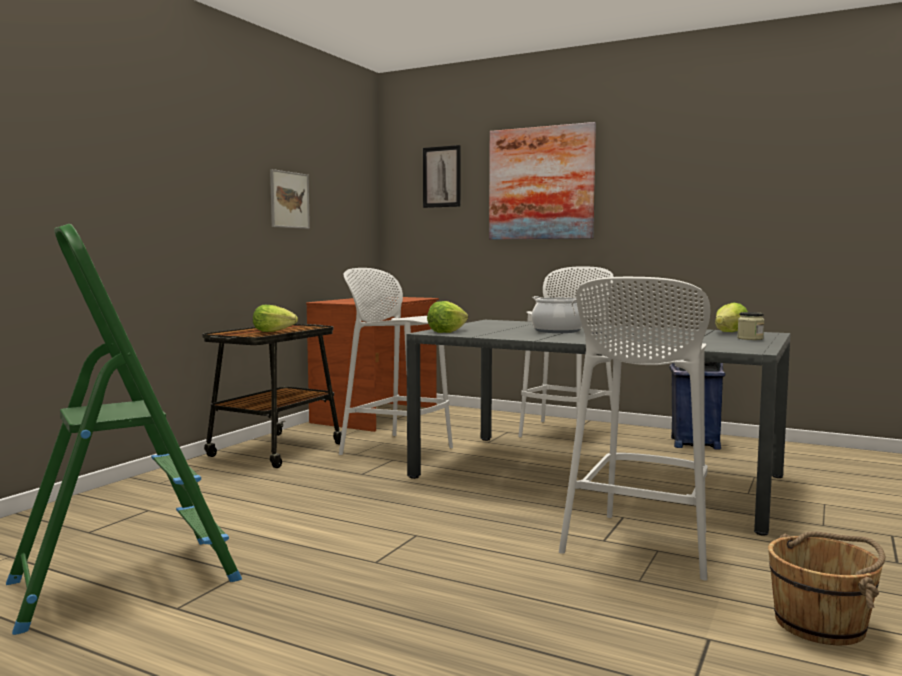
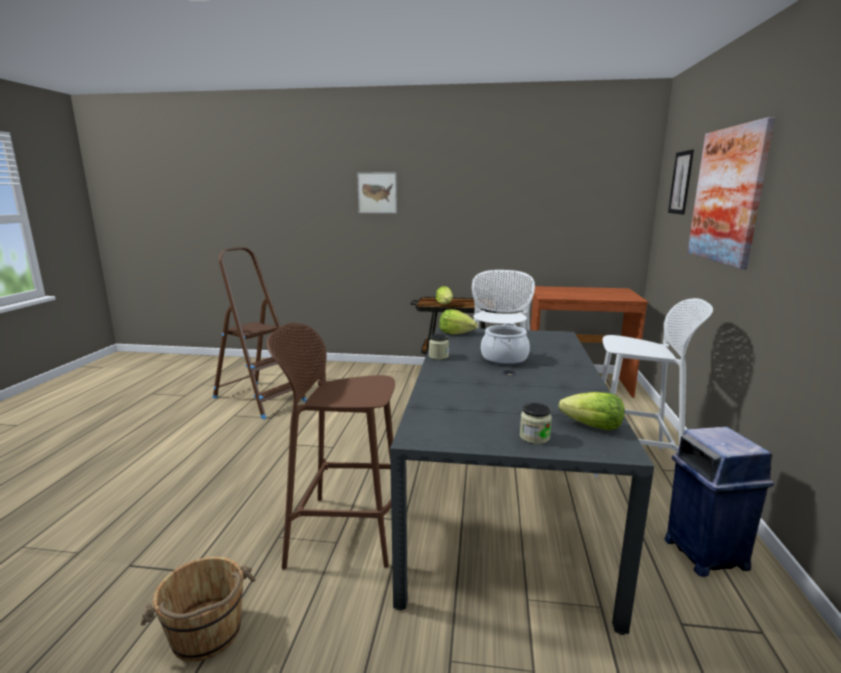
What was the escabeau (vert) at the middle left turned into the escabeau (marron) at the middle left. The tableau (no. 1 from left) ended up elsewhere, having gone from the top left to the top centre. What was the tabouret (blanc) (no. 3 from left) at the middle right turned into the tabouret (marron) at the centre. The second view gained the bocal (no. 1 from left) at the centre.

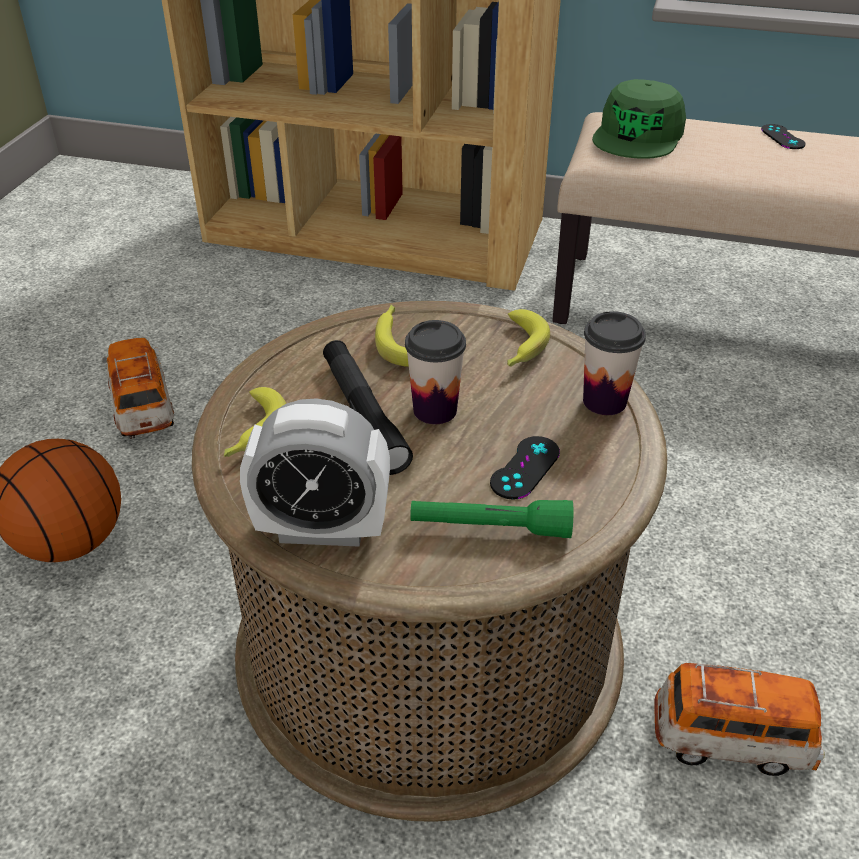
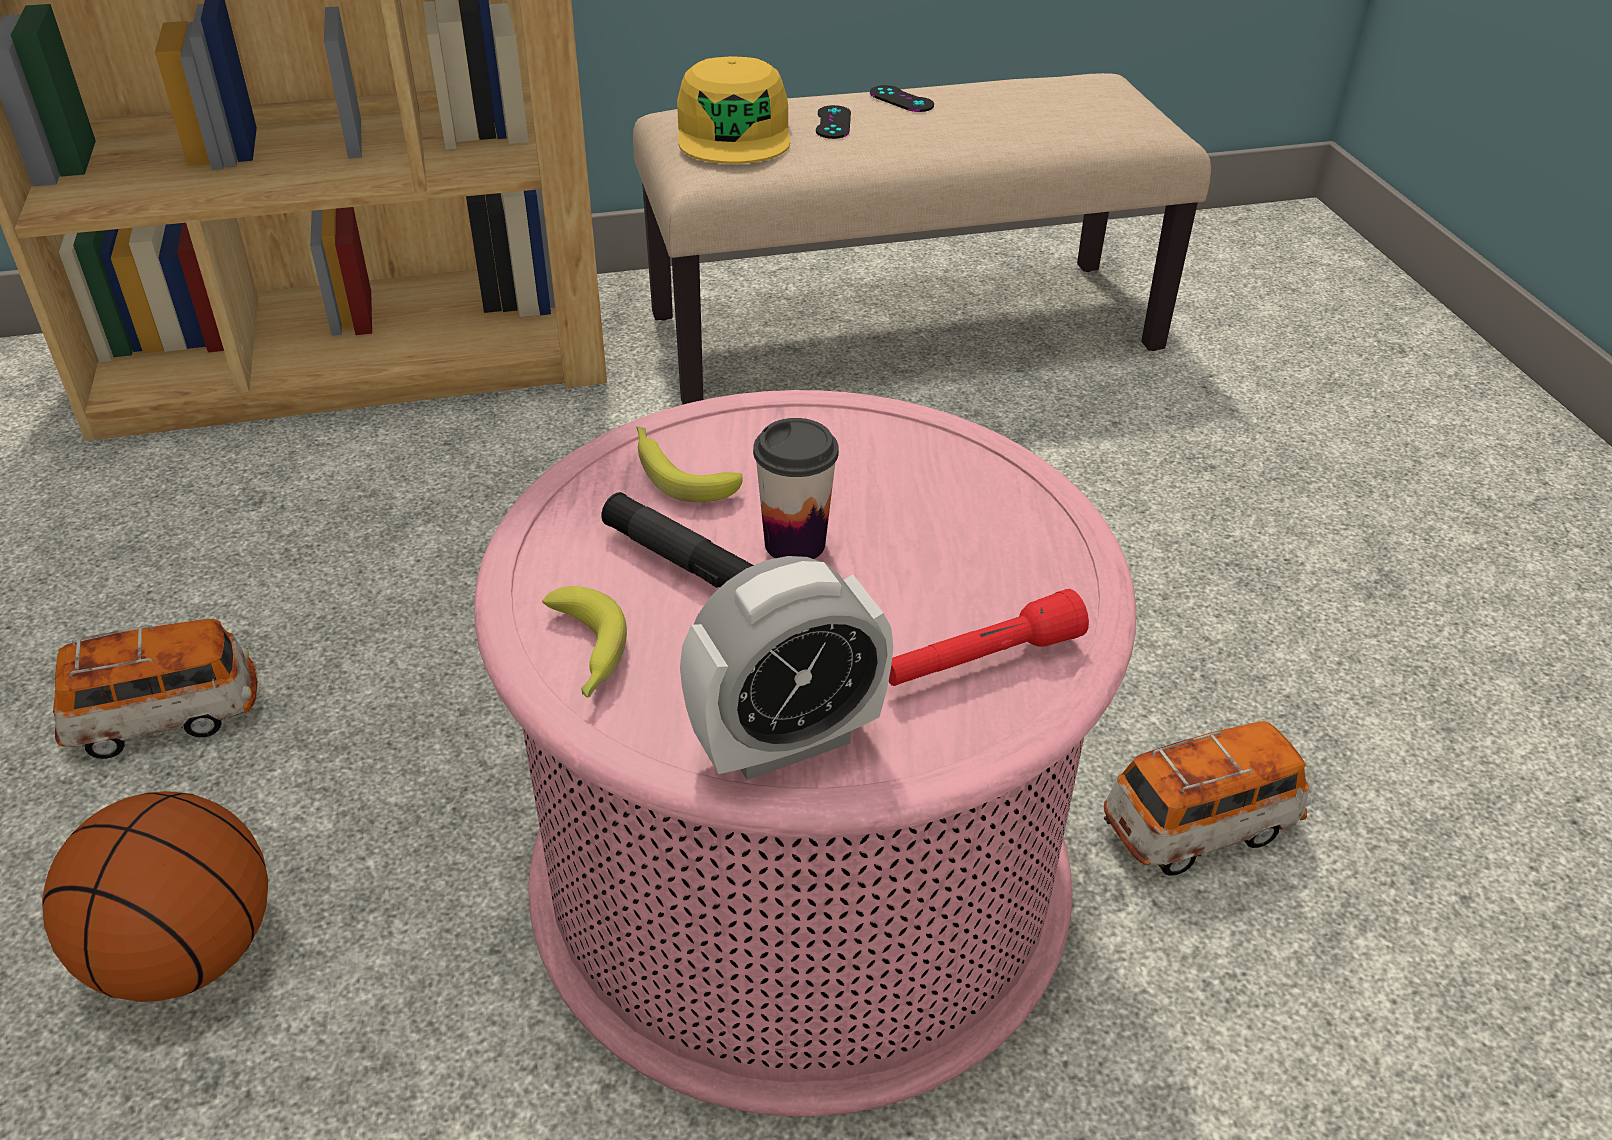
The petite voiture (no. 1 from left) at the middle left ended up facing another way, 120 degrees clockwise from before. What was the table basse (marron) at the centre turned into the table basse (rose) at the centre. What was the lampe de poche (vert) at the centre turned into the lampe de poche (rouge) at the centre. The manette (noir) (no. 1 from left) ended up elsewhere, having gone from the centre to the top centre. The second view lost the banane (no. 3 from left) at the centre. The second view lost the tasse (no. 2 from left) at the middle right. What was the casquette (vert) at the top right turned into the casquette (jaune) at the top centre.

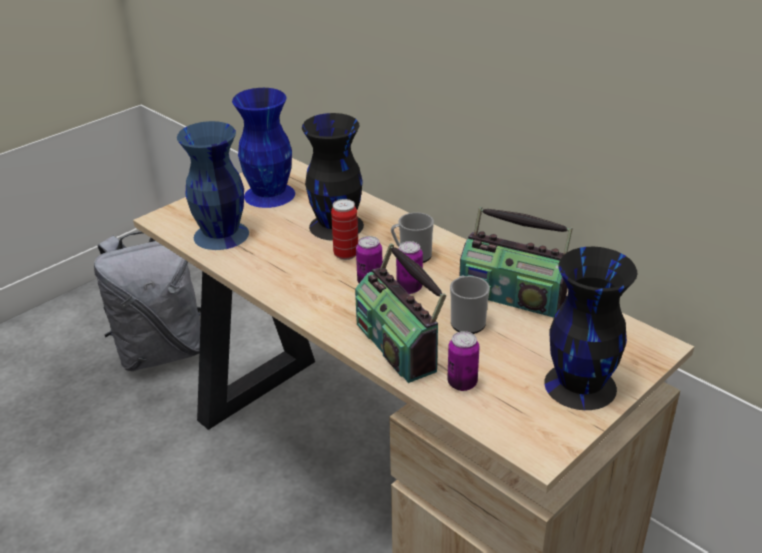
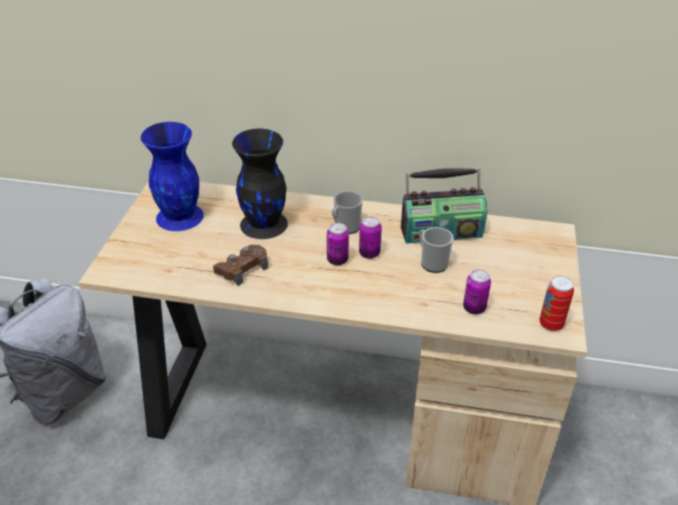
The second view lost the vase (bleu) (no. 1 from left) at the middle left. The boîte métallique (no. 1 from left in the first image) ended up elsewhere, having gone from the centre to the middle right. The second view lost the radio (no. 1 from left) at the centre. The second view lost the vase (noir) (no. 2 from left) at the middle right. The second view gained the manette (marron) at the centre.

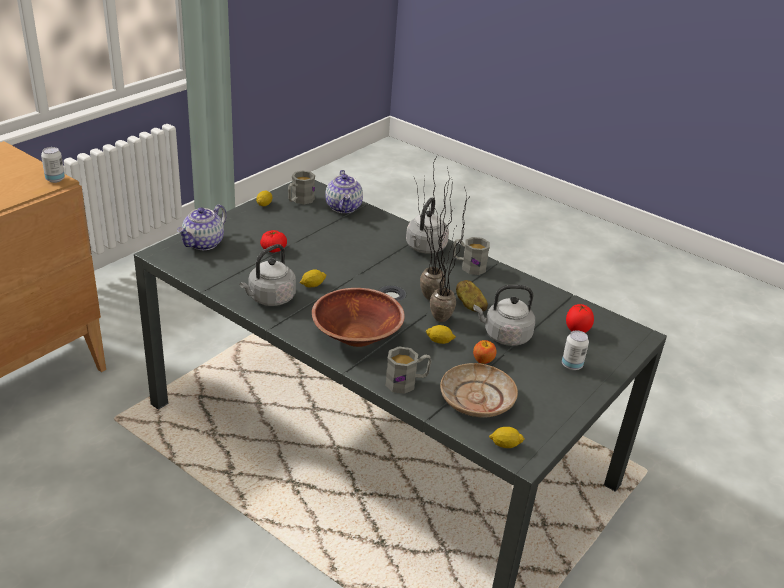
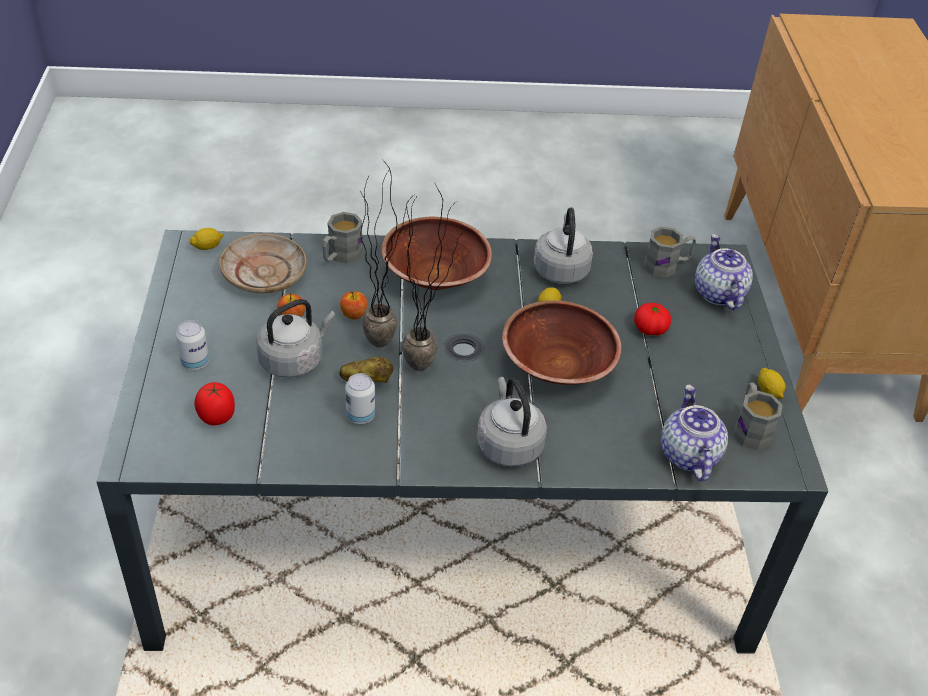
The boîte métallique (no. 1 from left in the first image) ended up elsewhere, having gone from the top left to the centre. The théière (no. 2 from left in the first image) at the top centre ended up facing another way, 45 degrees clockwise from before. Where the citron (no. 3 from left) stood at the centre, the pomme (no. 2 from left) came to stand at the centre. The mug (gris) (no. 3 from left in the first image) ended up elsewhere, having gone from the centre to the middle right. The second view gained the bol (marron) (no. 2 from left) at the centre.

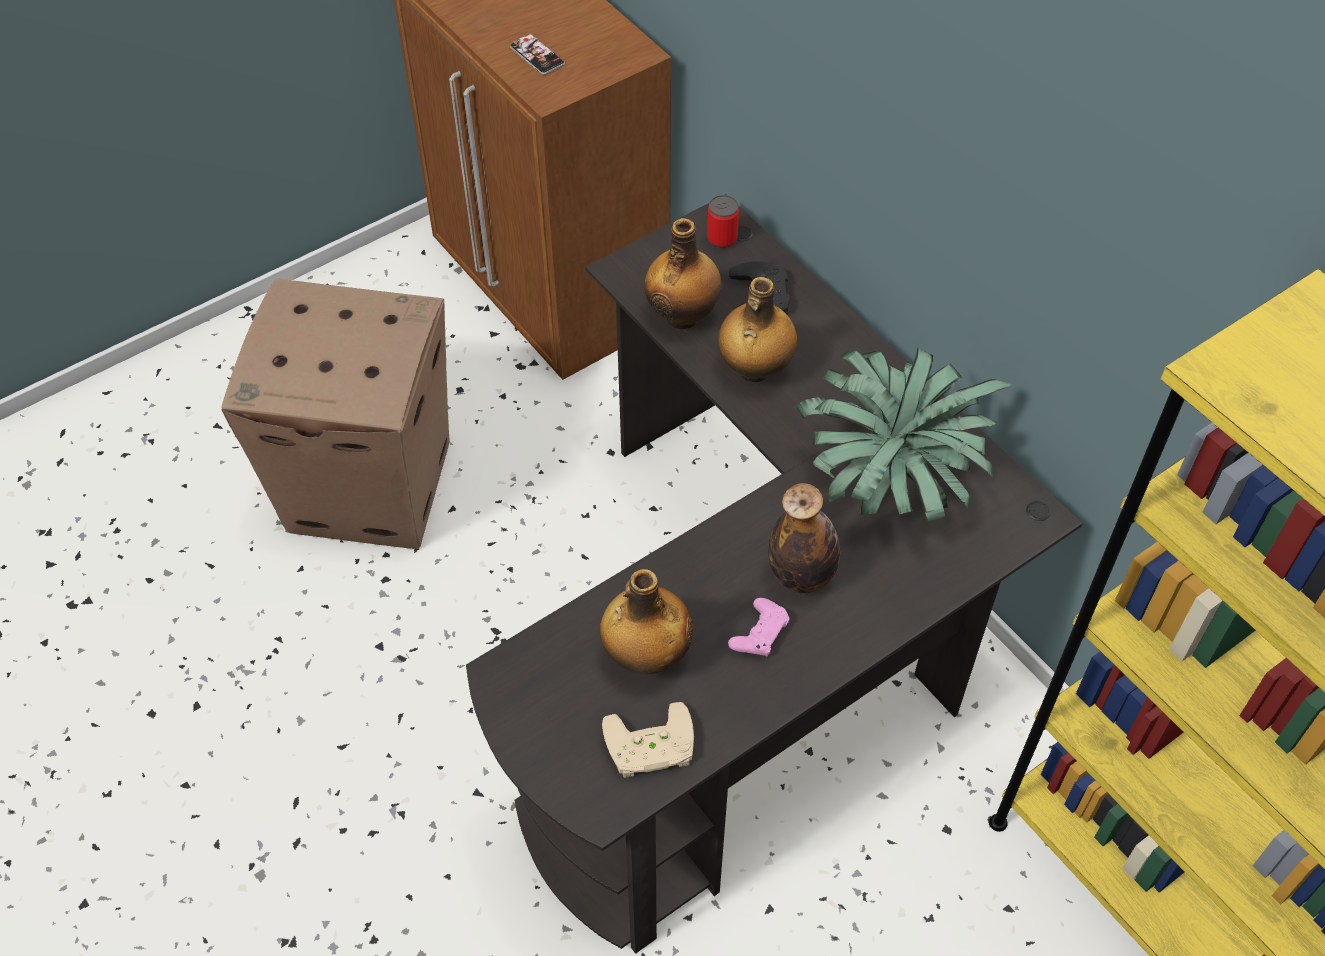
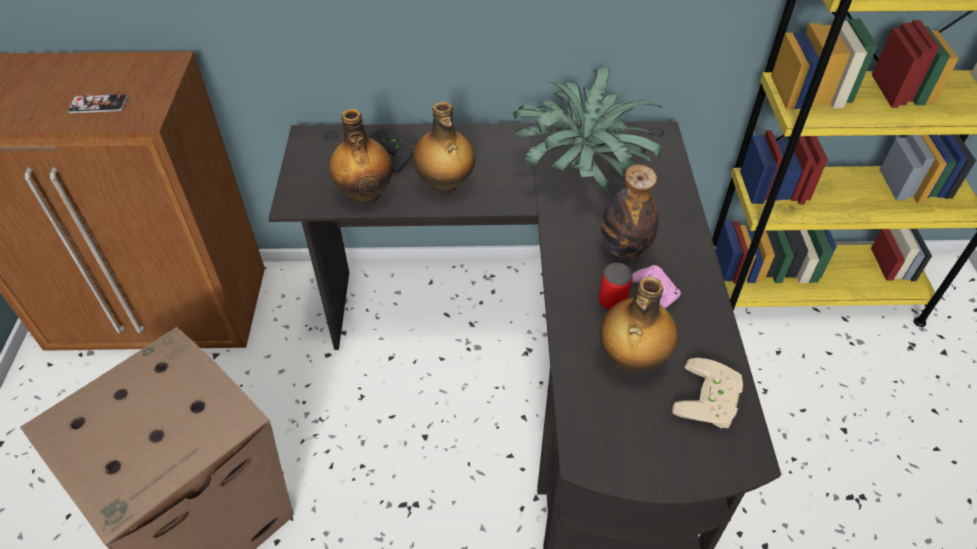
The boîte métallique ended up elsewhere, having gone from the top centre to the centre.

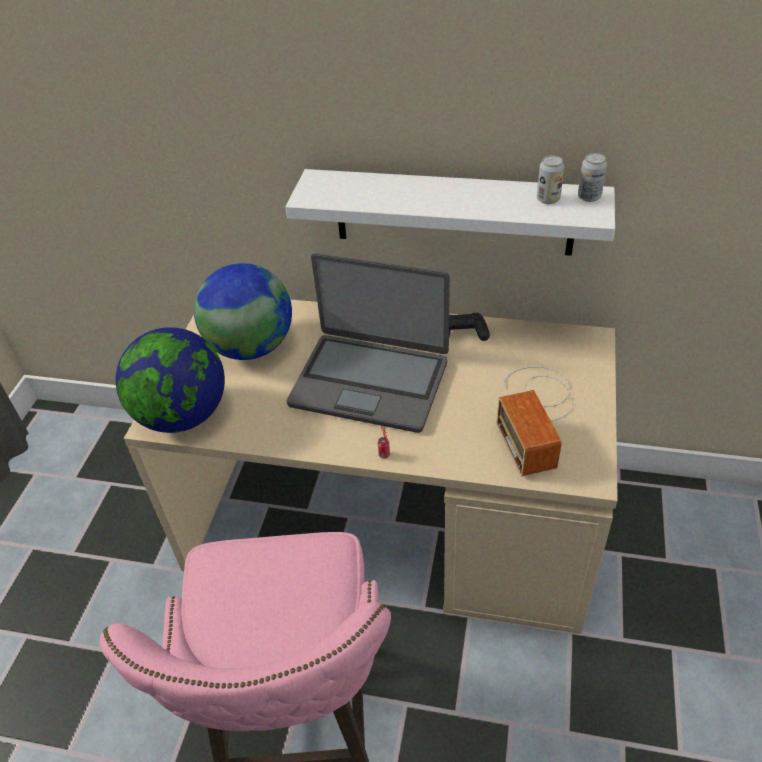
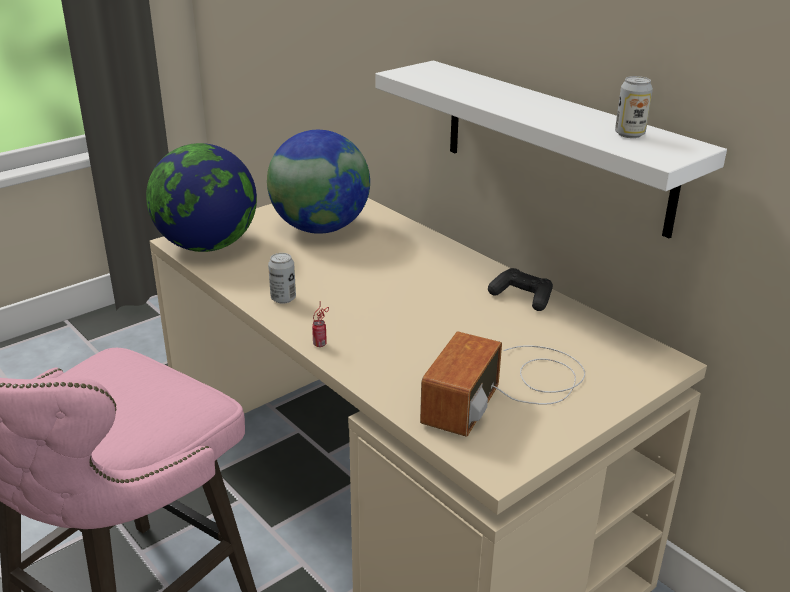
The second view lost the ordinateur portable at the centre. The boîte métallique (no. 3 from left in the first image) ended up elsewhere, having gone from the top right to the centre.

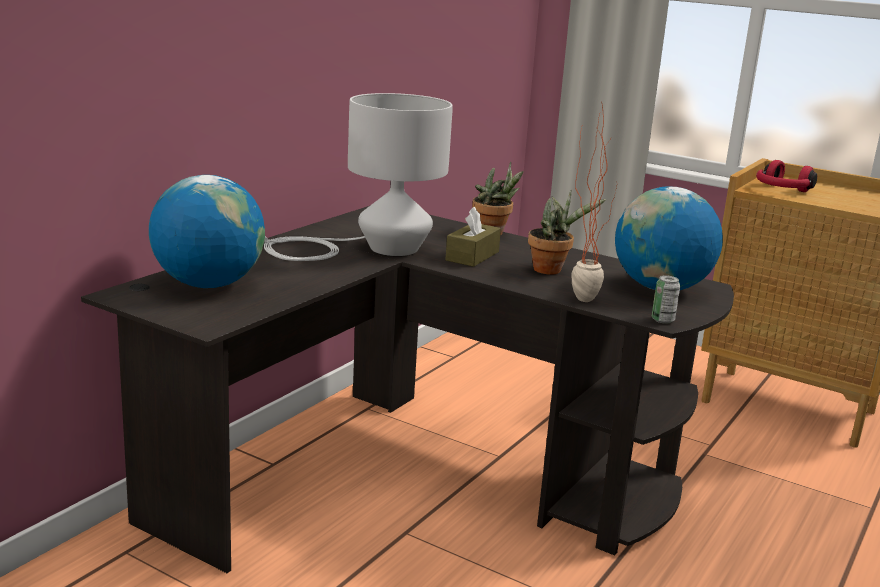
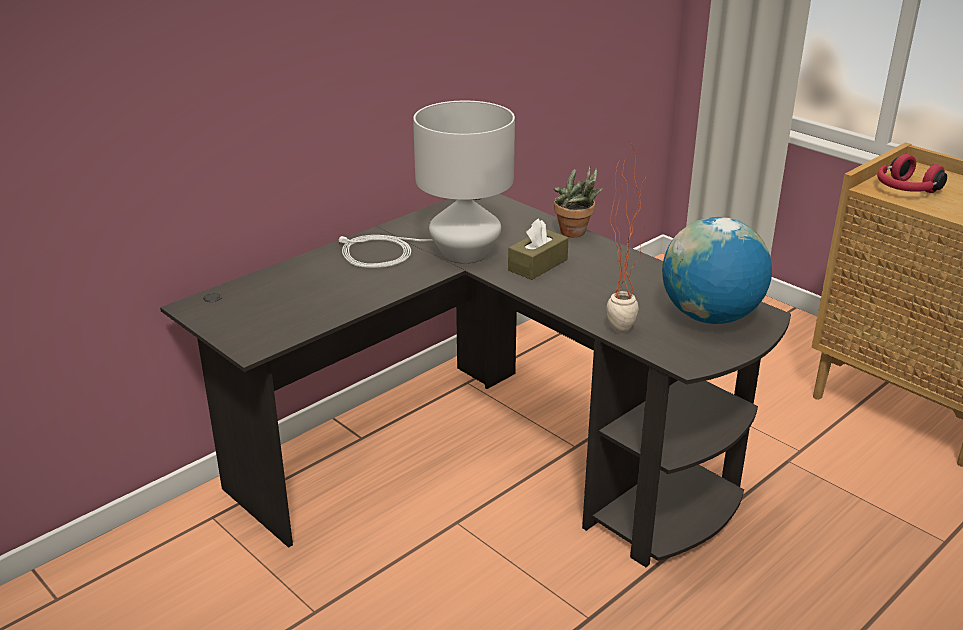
The second view lost the globe (no. 1 from left) at the middle left. The second view lost the plante en pot (no. 2 from left) at the centre. The second view lost the boîte métallique at the middle right.

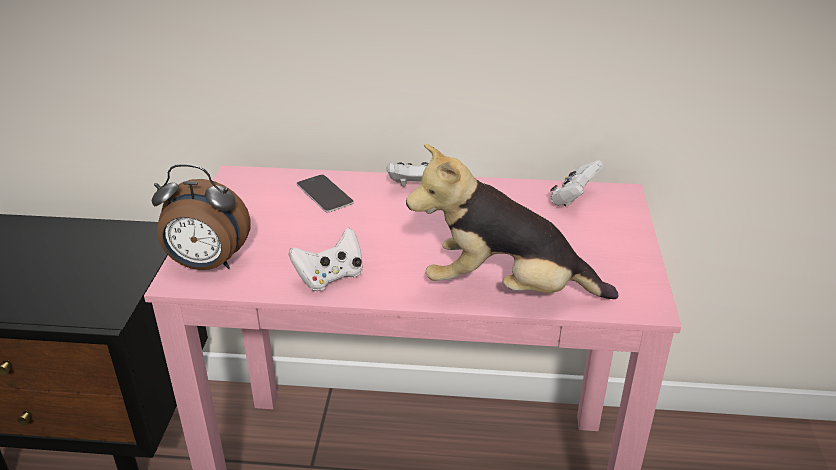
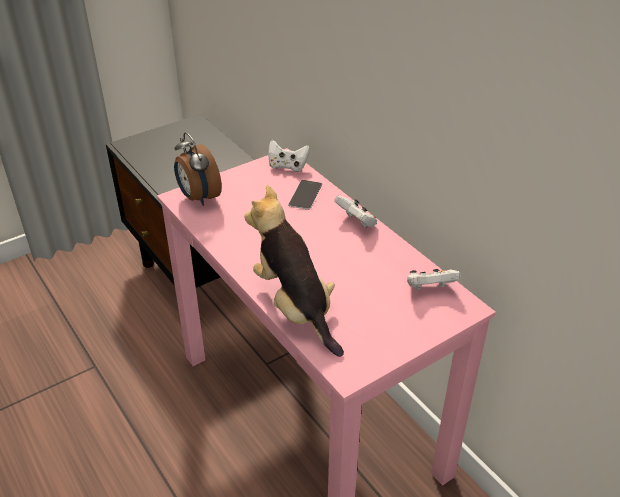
The manette (blanc) (no. 1 from left) ended up elsewhere, having gone from the centre to the top centre.

